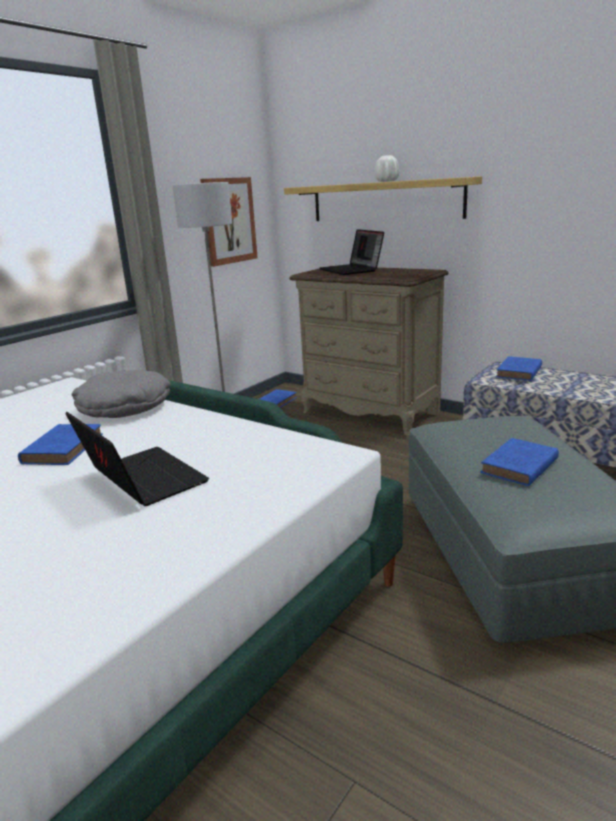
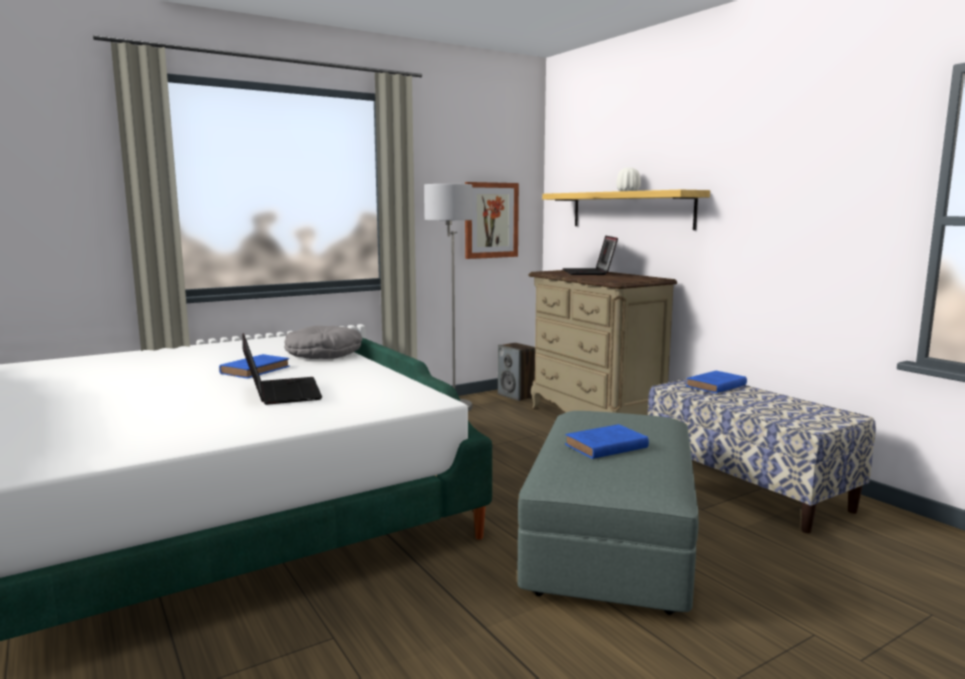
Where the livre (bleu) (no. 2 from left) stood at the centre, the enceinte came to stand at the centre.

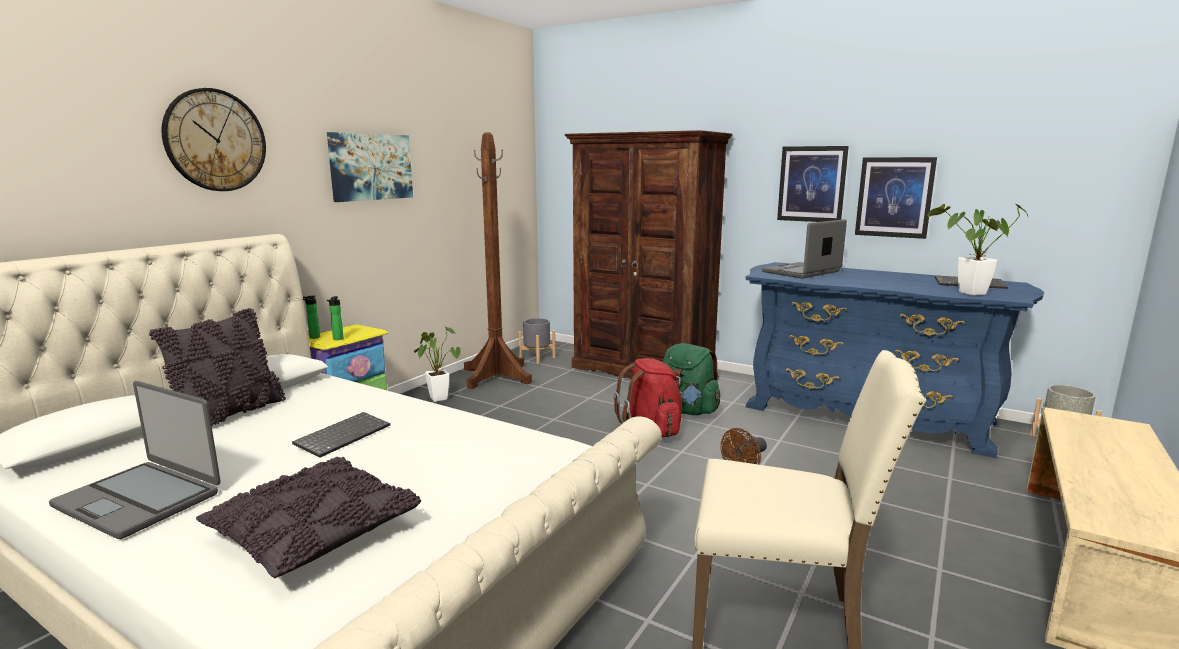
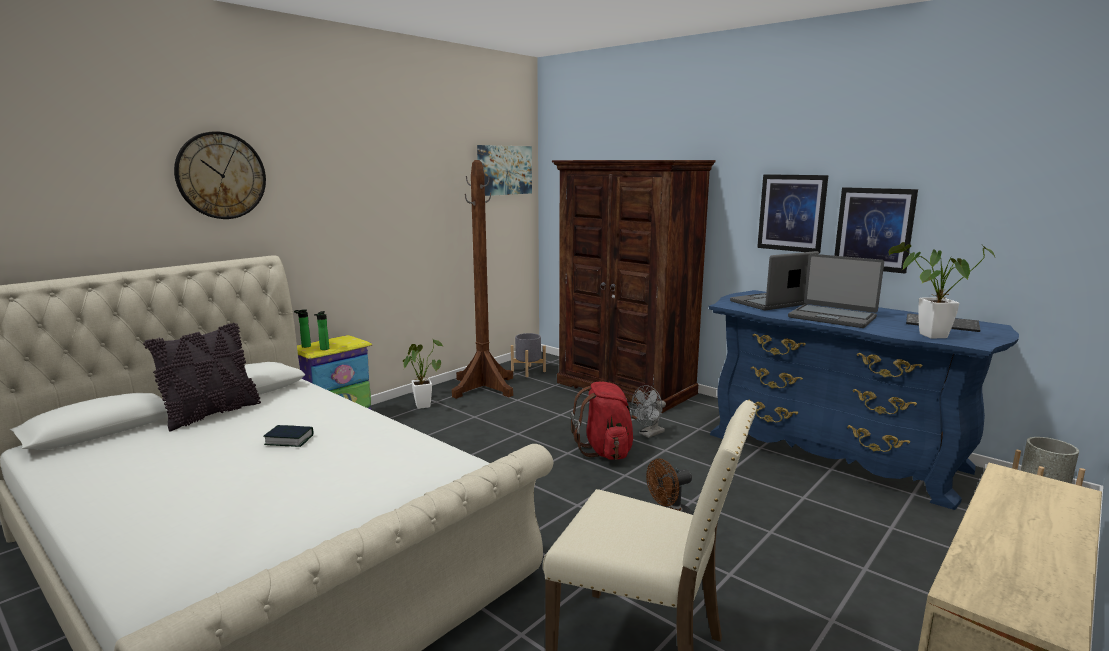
The ordinateur portable (no. 1 from left in the first image) ended up elsewhere, having gone from the bottom left to the middle right. The second view lost the coussin (noir) (no. 2 from left) at the bottom left. Where the clavier (no. 1 from left) stood at the bottom left, the livre came to stand at the bottom left. The tableau (no. 1 from left) ended up elsewhere, having gone from the top left to the top centre. Where the sac à dos (vert) stood at the centre, the ventilateur (gris) came to stand at the centre.

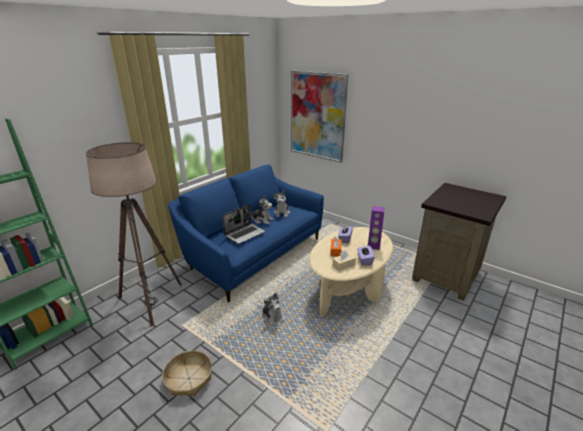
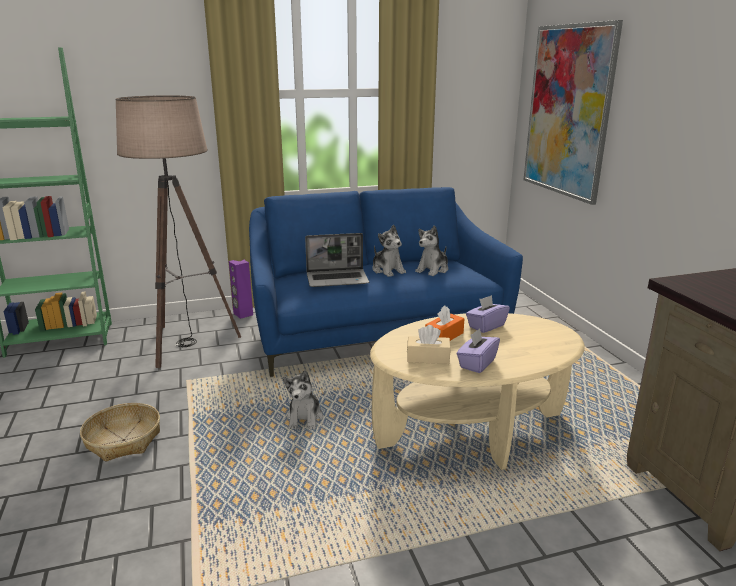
The enceinte (violet) ended up elsewhere, having gone from the centre to the middle left.

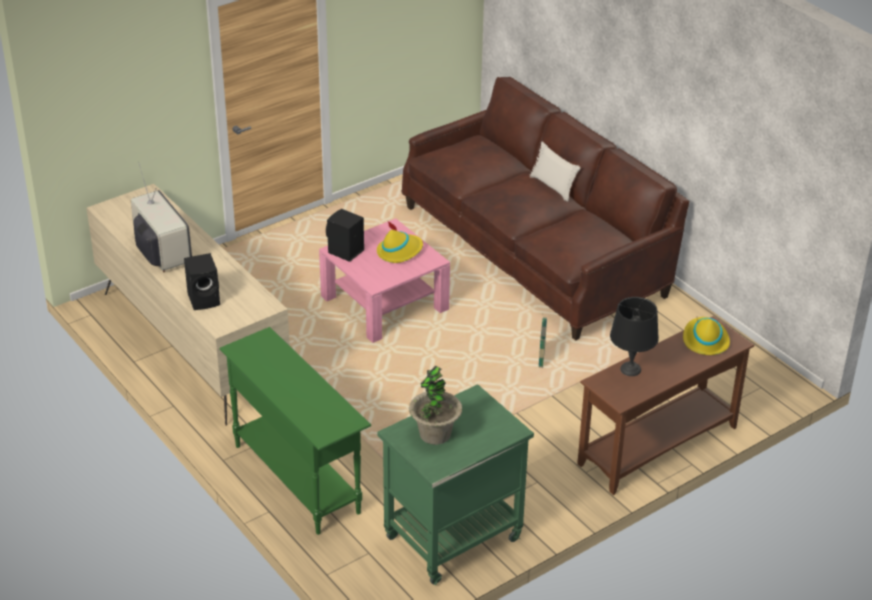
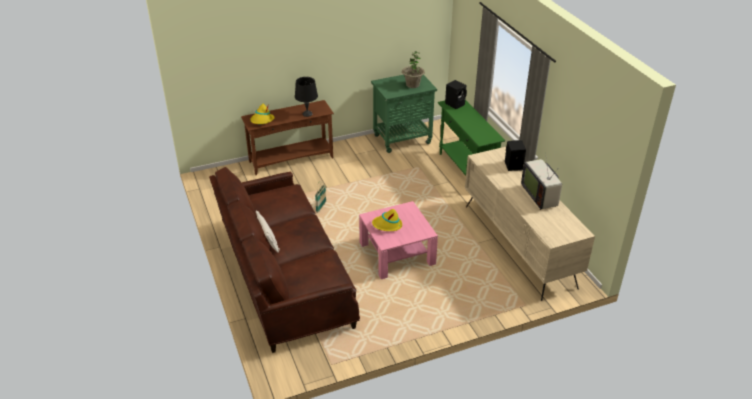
The enceinte (noir) (no. 2 from left in the first image) ended up elsewhere, having gone from the centre to the top centre.

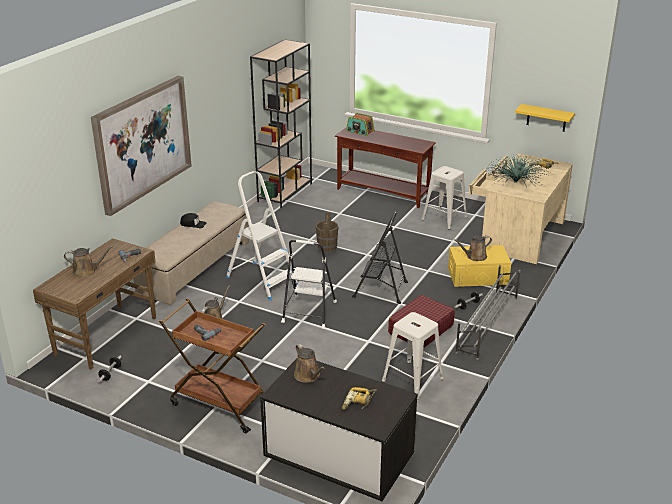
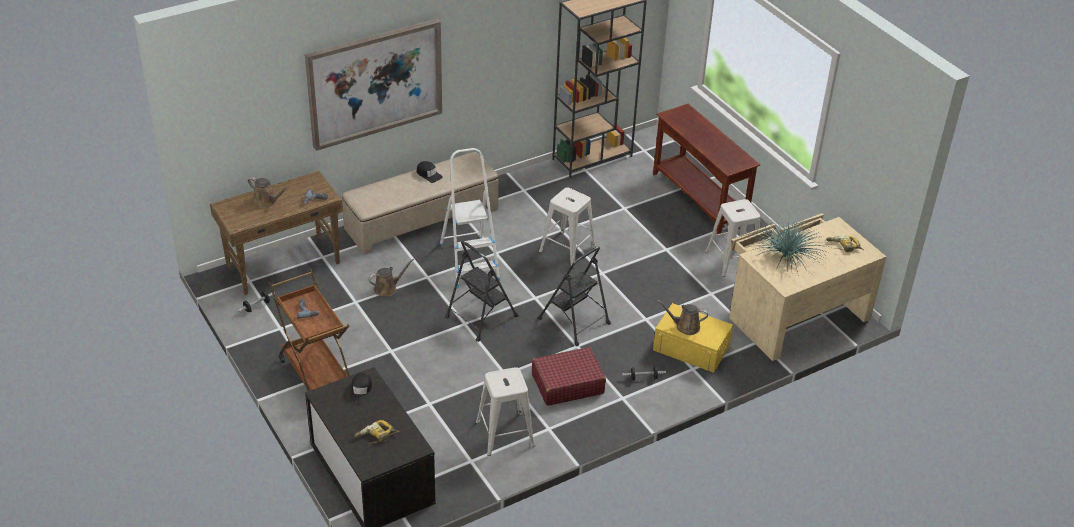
What was the escabeau (blanc) (no. 2 from left) at the centre turned into the escabeau (noir) (no. 1 from left) at the centre. Where the arrosoir (marron) (no. 3 from left) stood at the bottom centre, the casquette (noir) (no. 1 from left) came to stand at the bottom centre. Where the seau (marron) stood at the centre, the tabouret (blanc) (no. 2 from left) came to stand at the centre. The second view lost the radio at the top centre. The second view lost the étagère à chaussures (gris) at the middle right. The second view lost the étagère (jaune) at the top right.

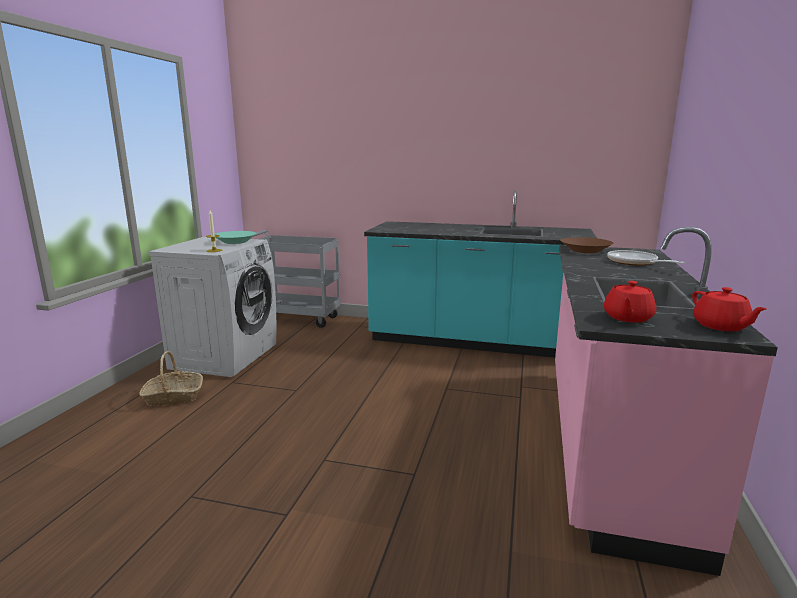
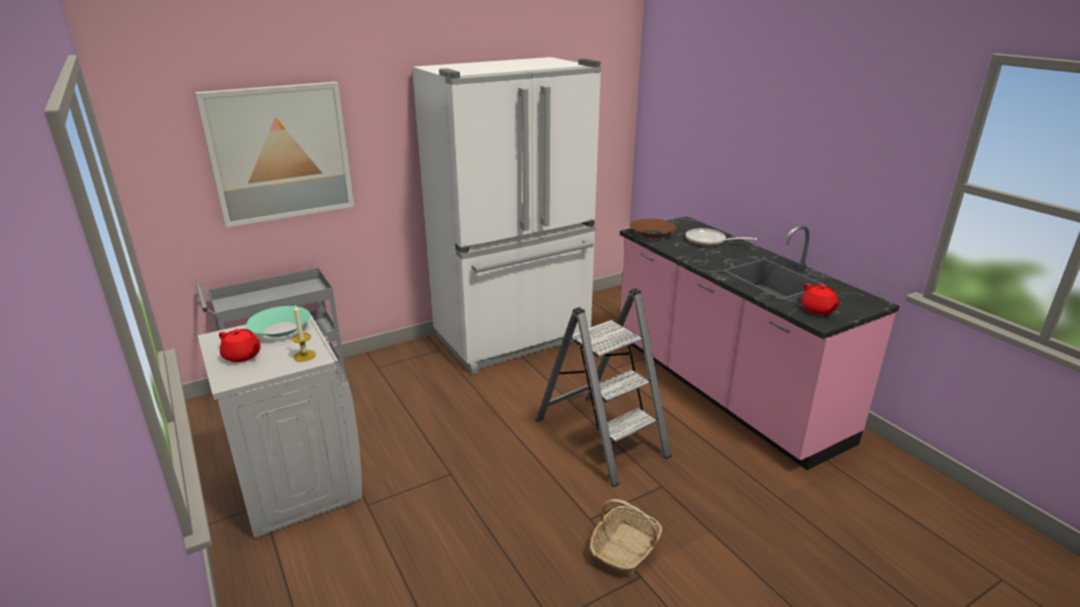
The panier ended up elsewhere, having gone from the middle left to the bottom centre. Where the comptoir de cuisine (turquoise) stood at the centre, the réfrigérateur (blanc) came to stand at the centre. The théière (rouge) (no. 2 from left in the first image) ended up elsewhere, having gone from the middle right to the middle left. The second view gained the tableau at the top left. The second view gained the escabeau (gris) at the centre.

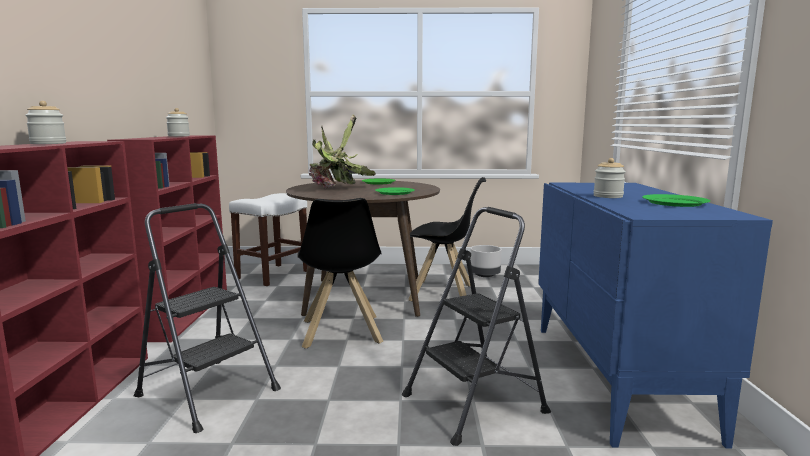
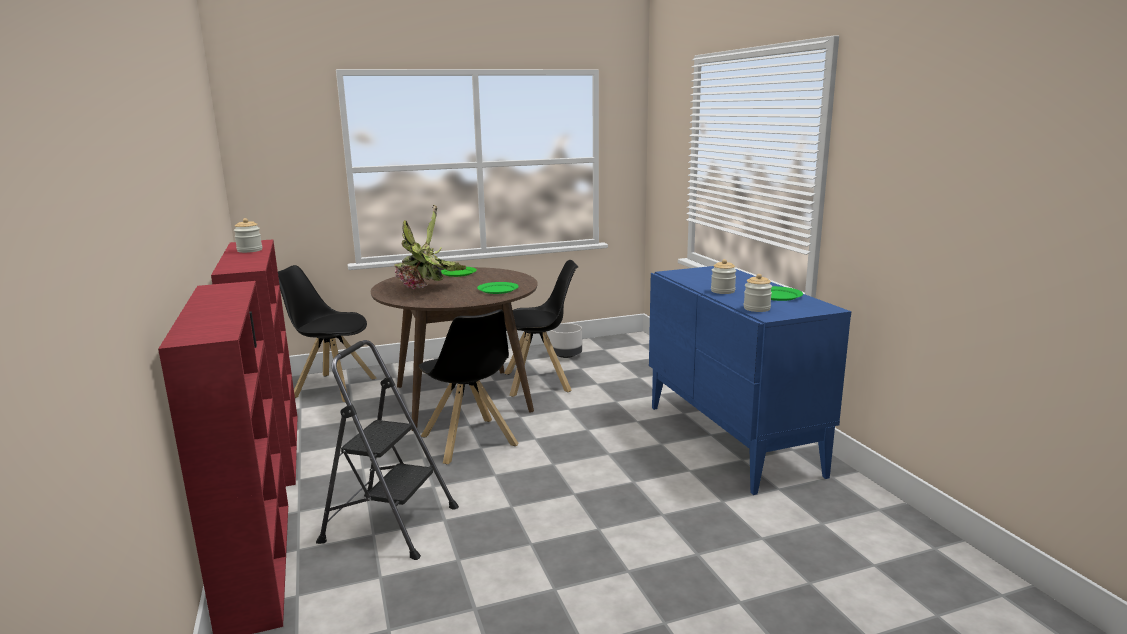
The bocal (no. 1 from left in the first image) ended up elsewhere, having gone from the top left to the middle right. Where the tabouret (blanc) stood at the middle left, the chaise (noir) (no. 1 from left) came to stand at the middle left. The second view lost the escabeau (noir) (no. 2 from left) at the bottom centre.

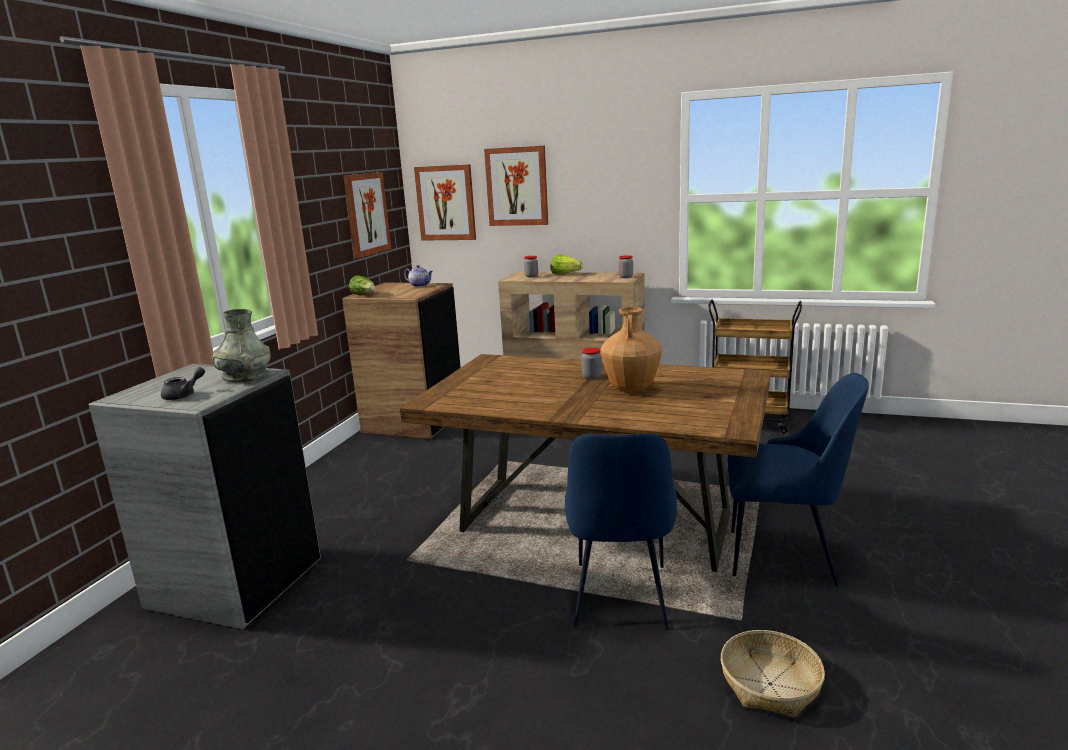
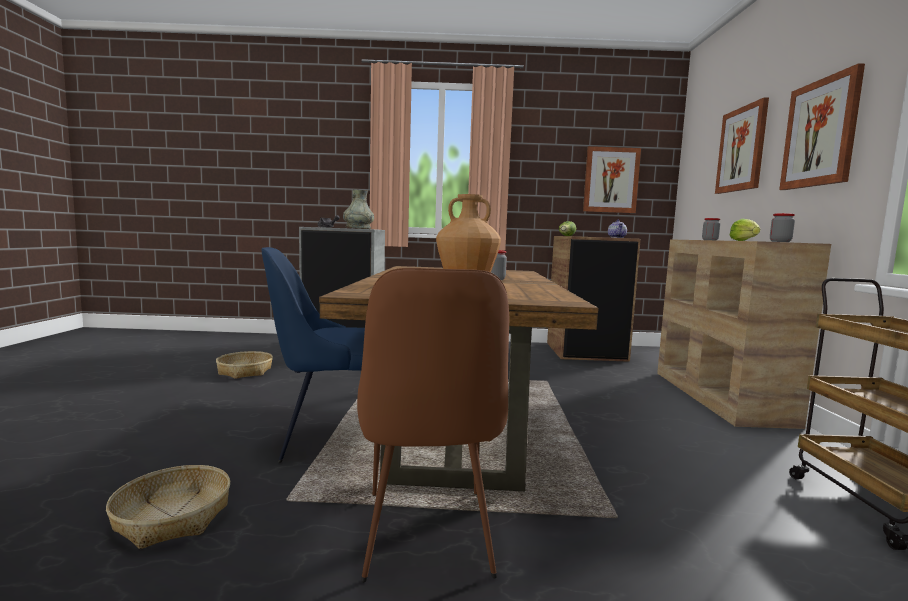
The tableau (no. 2 from left in the first image) ended up elsewhere, having gone from the top centre to the top right. What was the chaise (bleu) (no. 2 from left) at the middle right turned into the chaise (marron) at the bottom centre. The second view gained the panier (no. 2 from left) at the middle left.

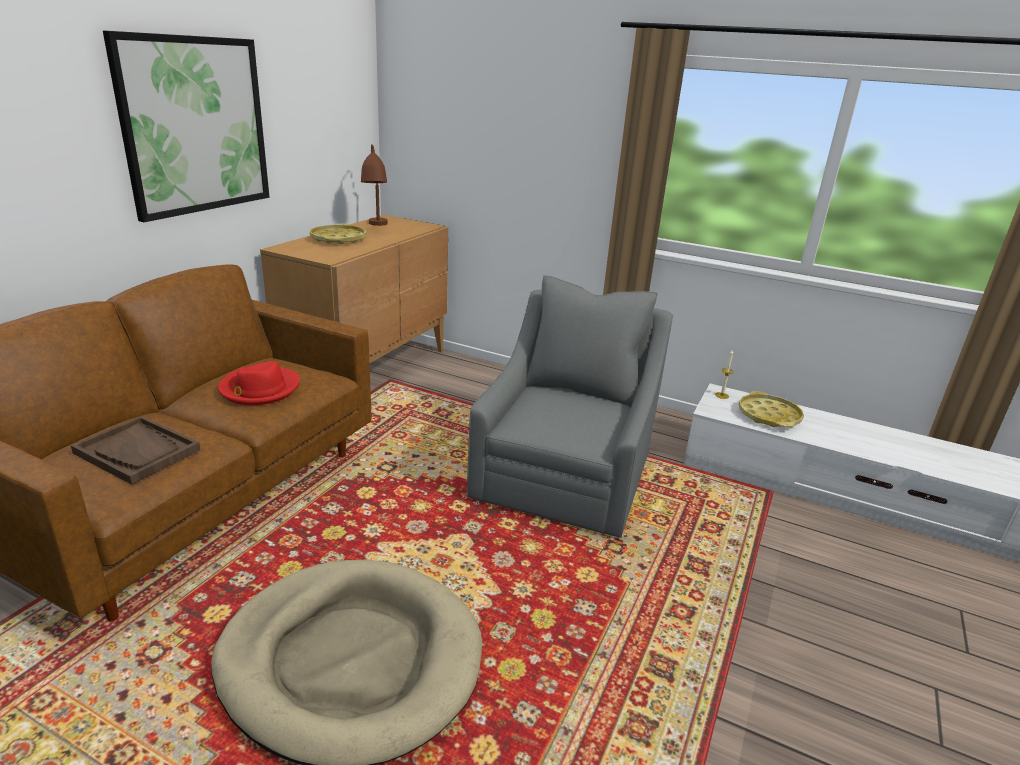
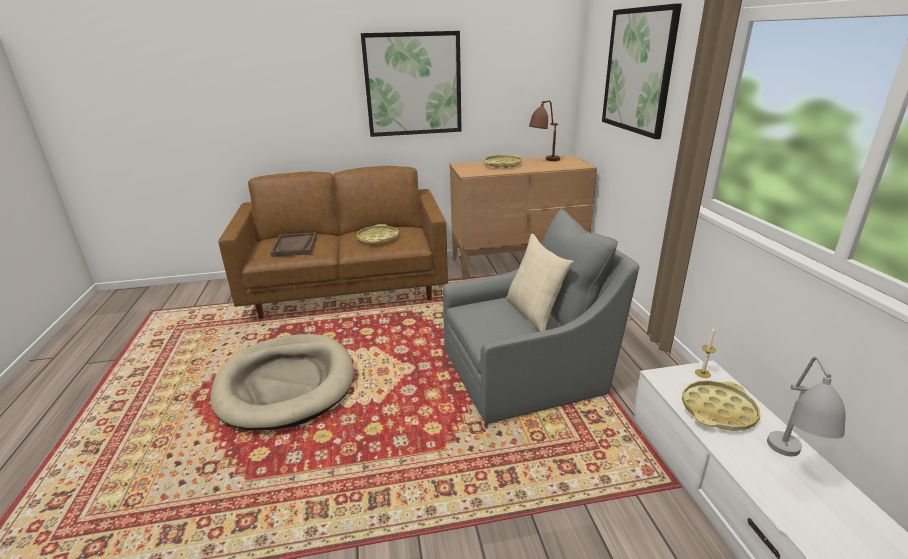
Where the chapeau (rouge) stood at the middle left, the plateau (jaune) (no. 1 from left) came to stand at the centre. The second view gained the coussin (beige) at the centre. The second view gained the tableau (no. 2 from left) at the top right. The second view gained the lampe de table (gris) at the bottom right.

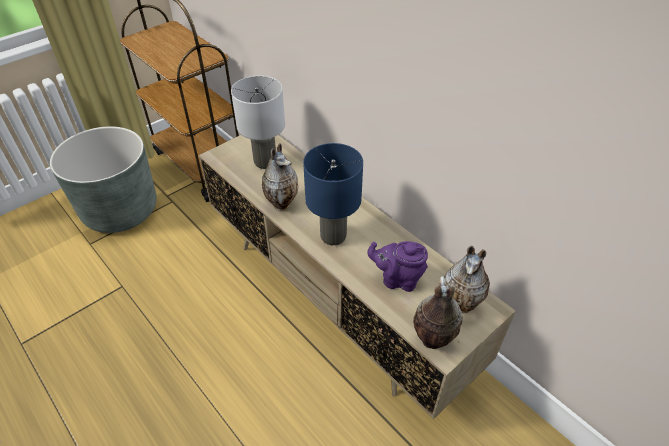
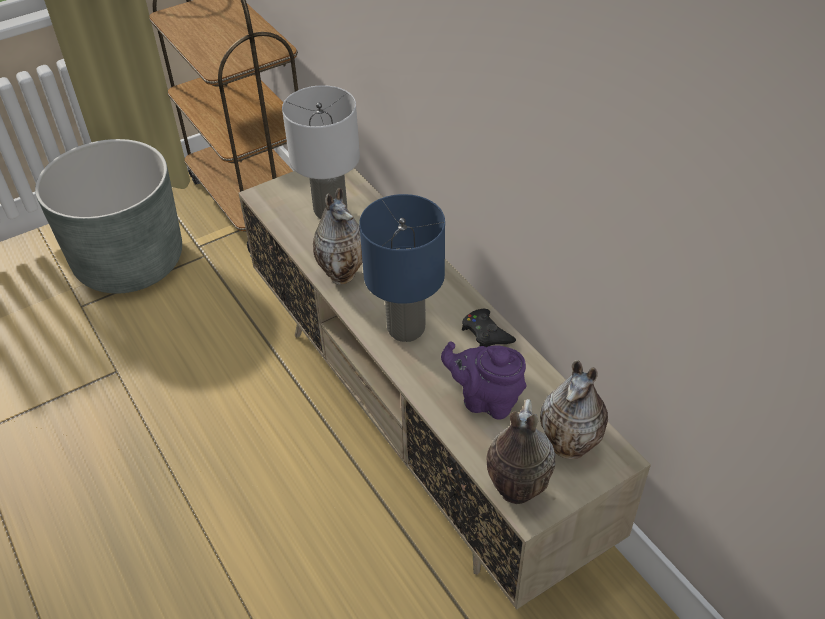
The second view gained the manette (noir) at the centre.

